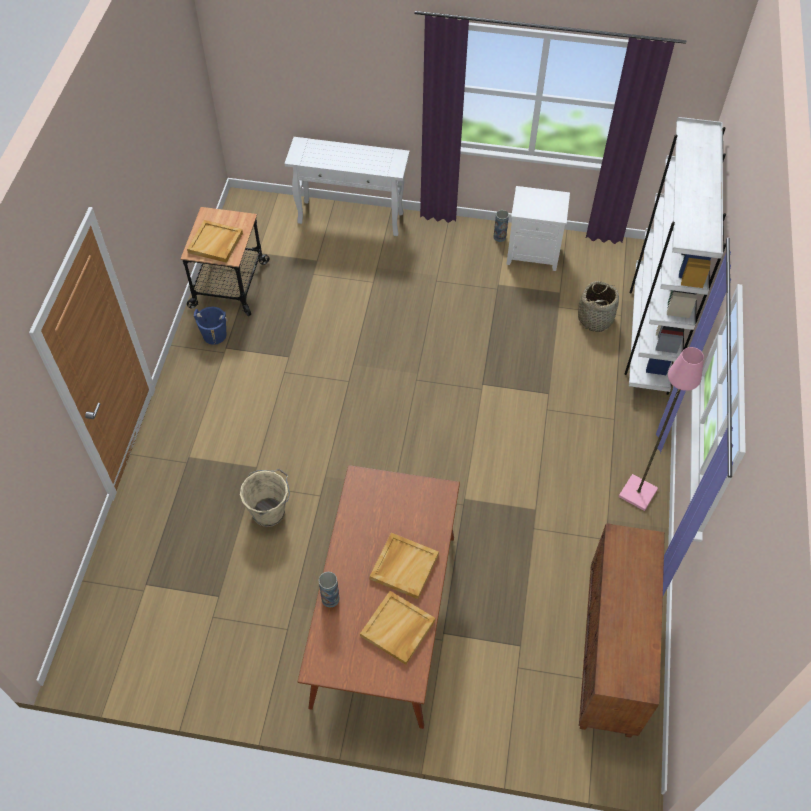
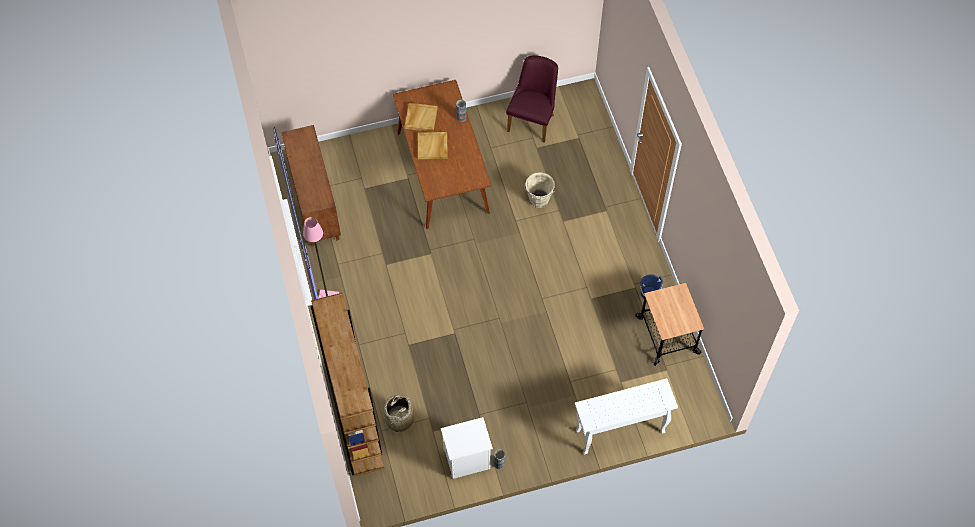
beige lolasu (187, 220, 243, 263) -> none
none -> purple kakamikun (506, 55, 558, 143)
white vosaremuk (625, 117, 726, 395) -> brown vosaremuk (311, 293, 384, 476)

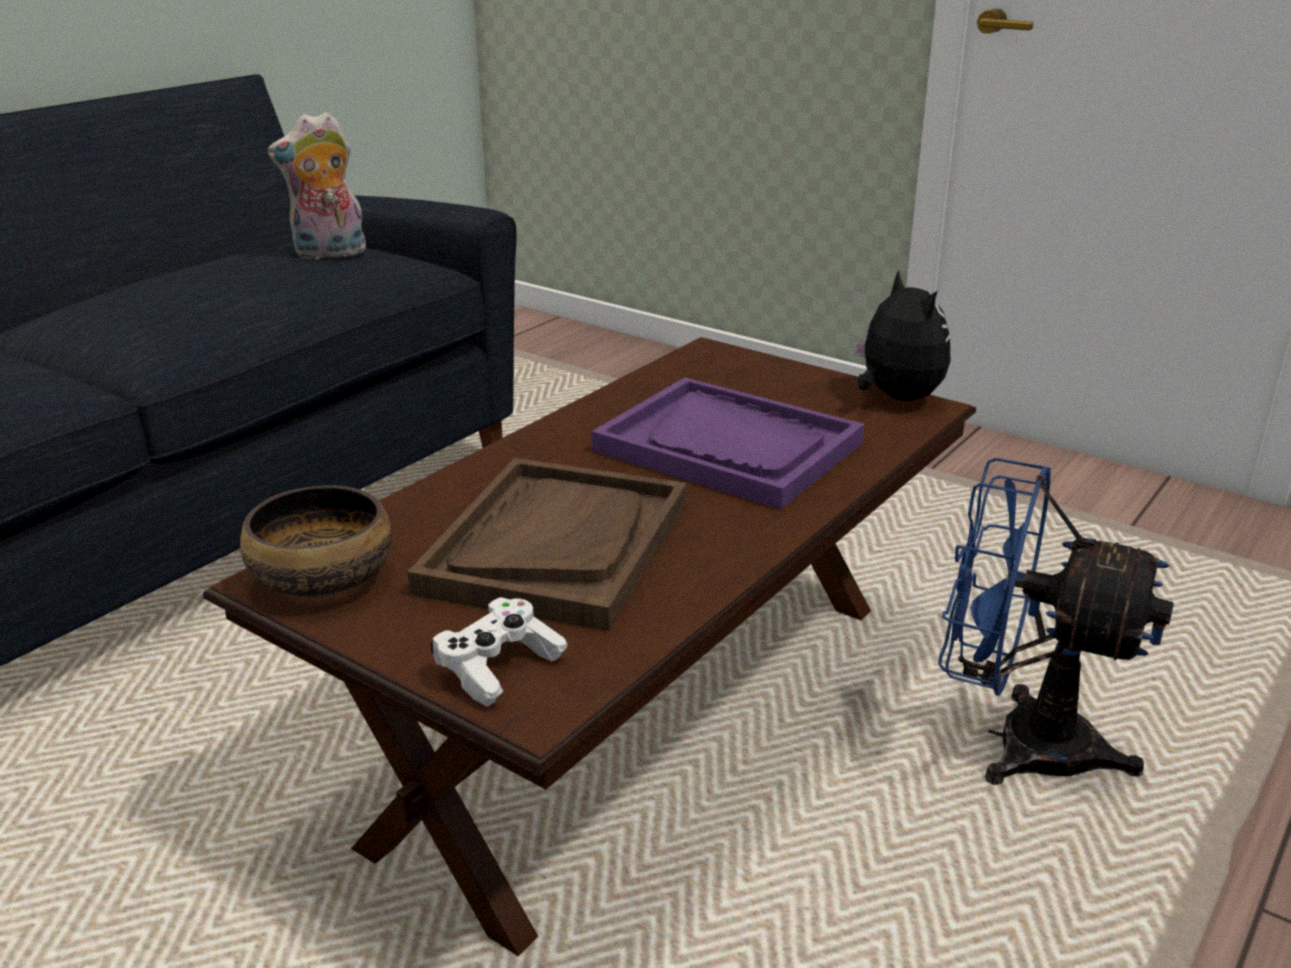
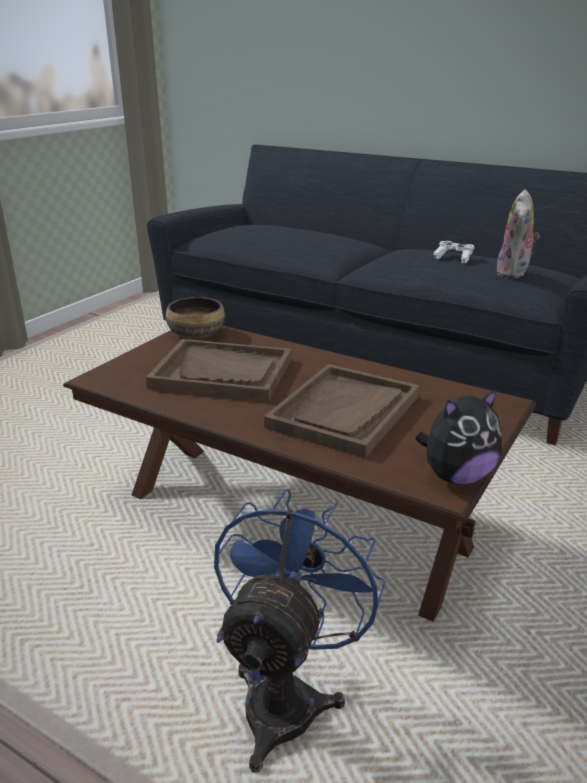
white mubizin (431, 597, 567, 707) -> white mubizin (433, 241, 474, 263), move
purple lolasu (592, 377, 864, 510) -> brown lolasu (264, 364, 419, 458)
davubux (267, 112, 366, 260) -> davubux (496, 190, 540, 278), 135 degrees counterclockwise

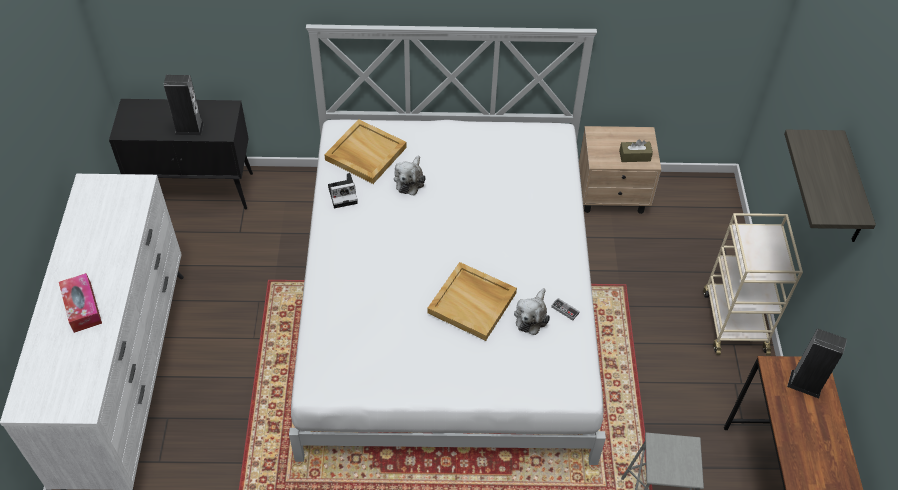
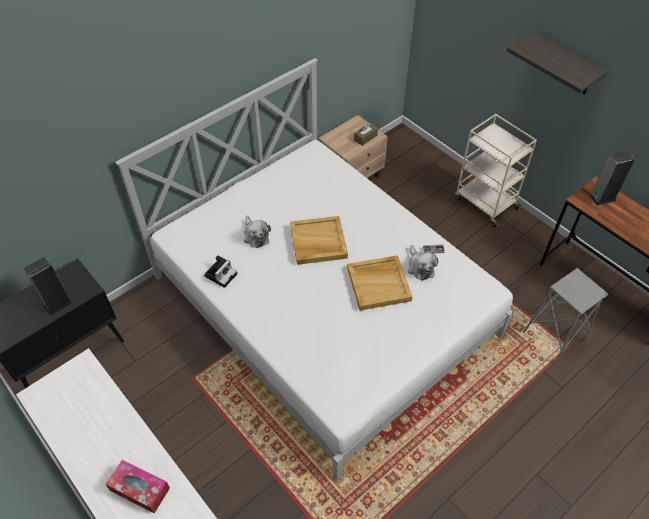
beige lolasu (324, 119, 407, 184) -> beige lolasu (290, 216, 348, 265), move

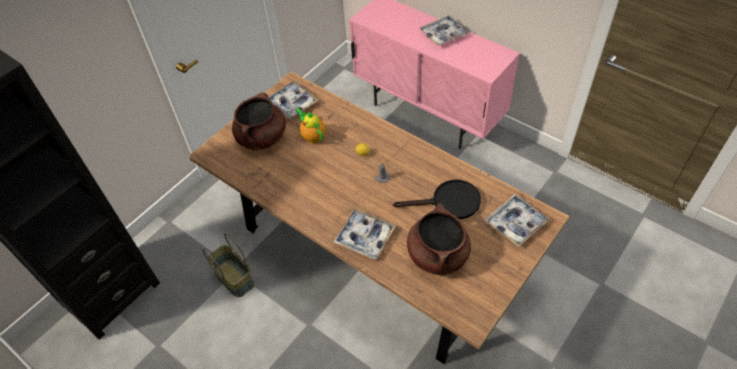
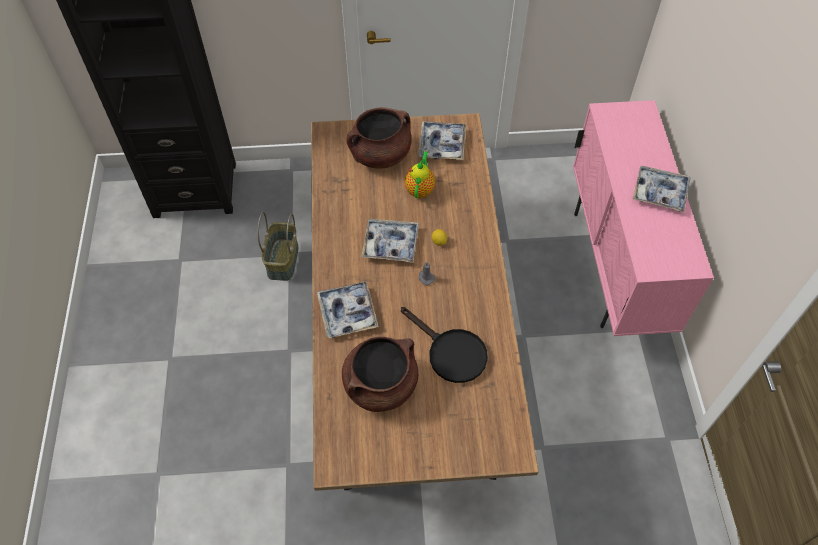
lolasu (485, 194, 550, 247) -> lolasu (361, 219, 419, 263), move

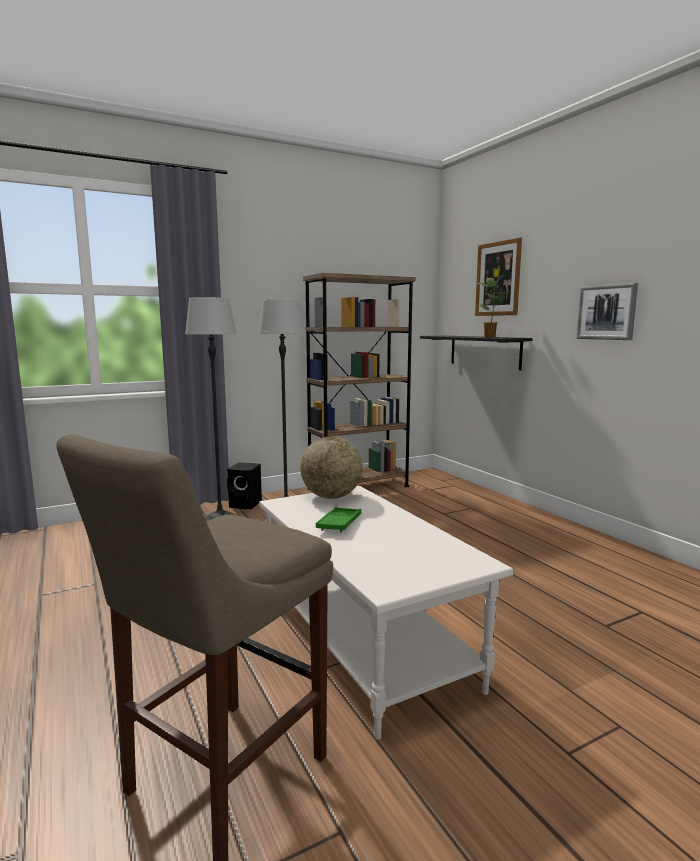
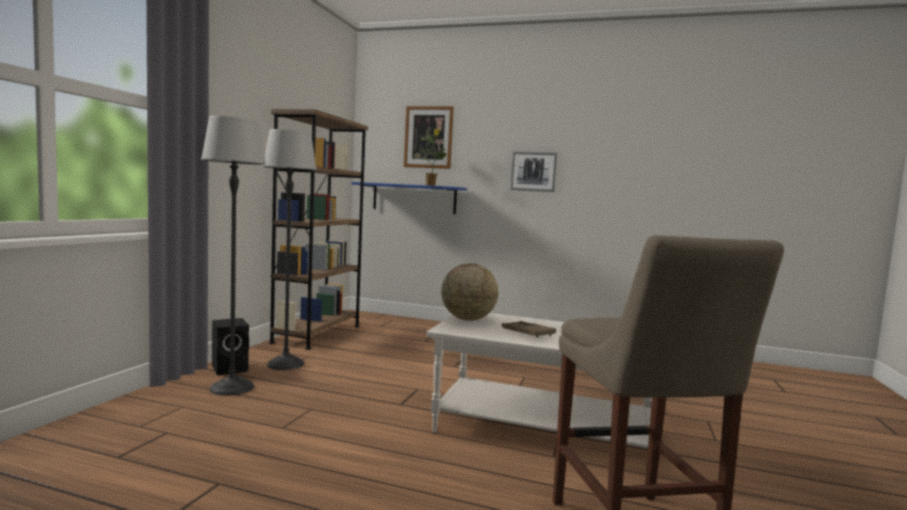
green lolasu (316, 507, 361, 532) -> brown lolasu (502, 321, 556, 338)
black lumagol (420, 336, 533, 370) -> blue lumagol (352, 182, 467, 214)

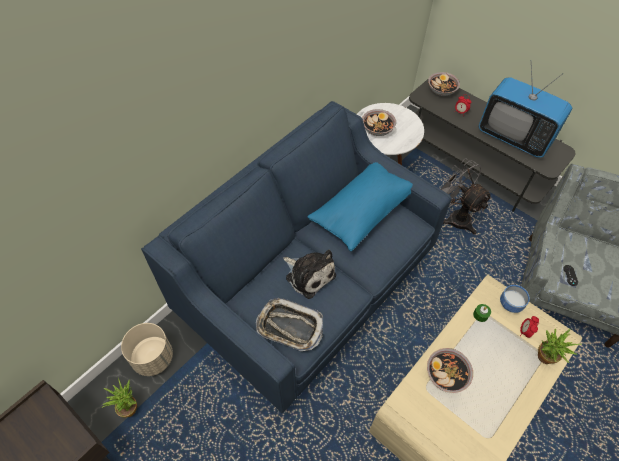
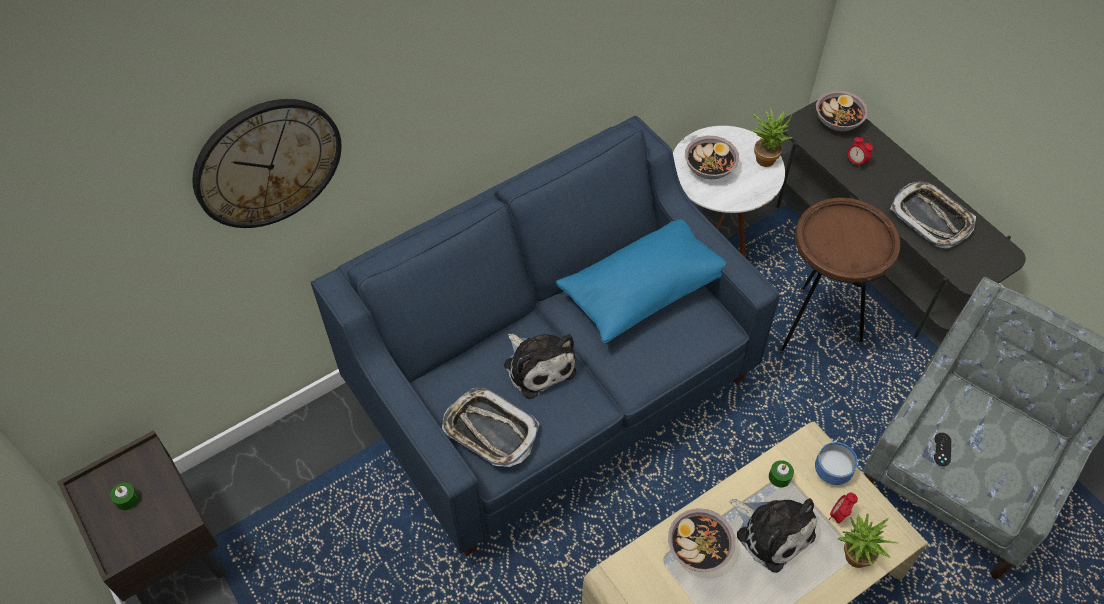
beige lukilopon (121, 323, 173, 376) -> none
none -> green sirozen (110, 482, 139, 510)
none -> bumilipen (192, 99, 342, 228)
none -> davubux (730, 498, 817, 573)
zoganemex (102, 378, 137, 418) -> zoganemex (750, 106, 792, 167), move
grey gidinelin (439, 159, 492, 234) -> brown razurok (779, 198, 900, 353)
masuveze (479, 60, 572, 158) -> lolasu (890, 181, 976, 249)

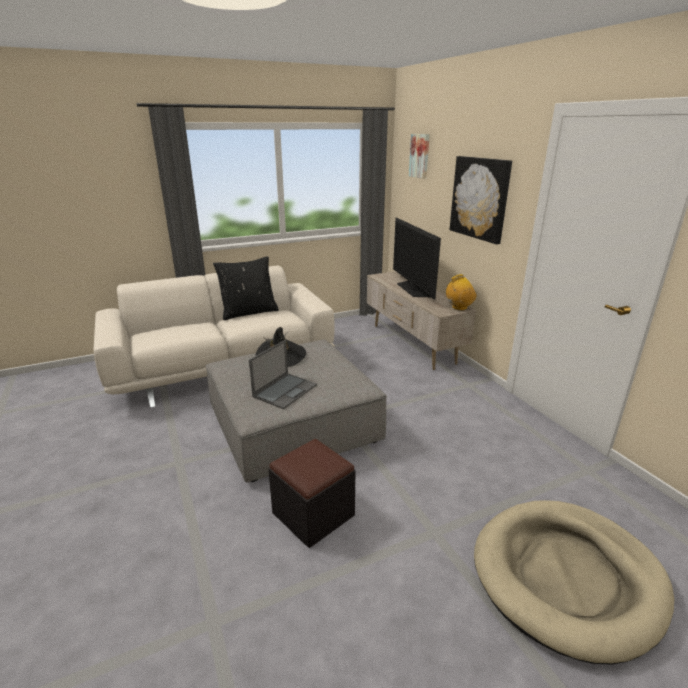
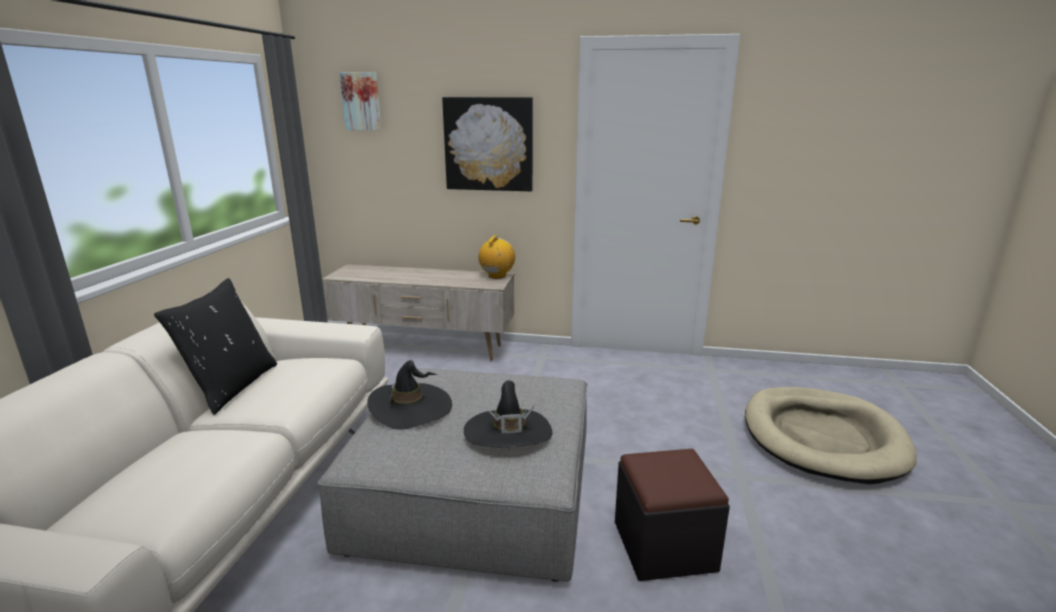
masuveze (393, 218, 441, 300) -> none
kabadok (249, 340, 317, 409) -> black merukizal (464, 380, 553, 448)

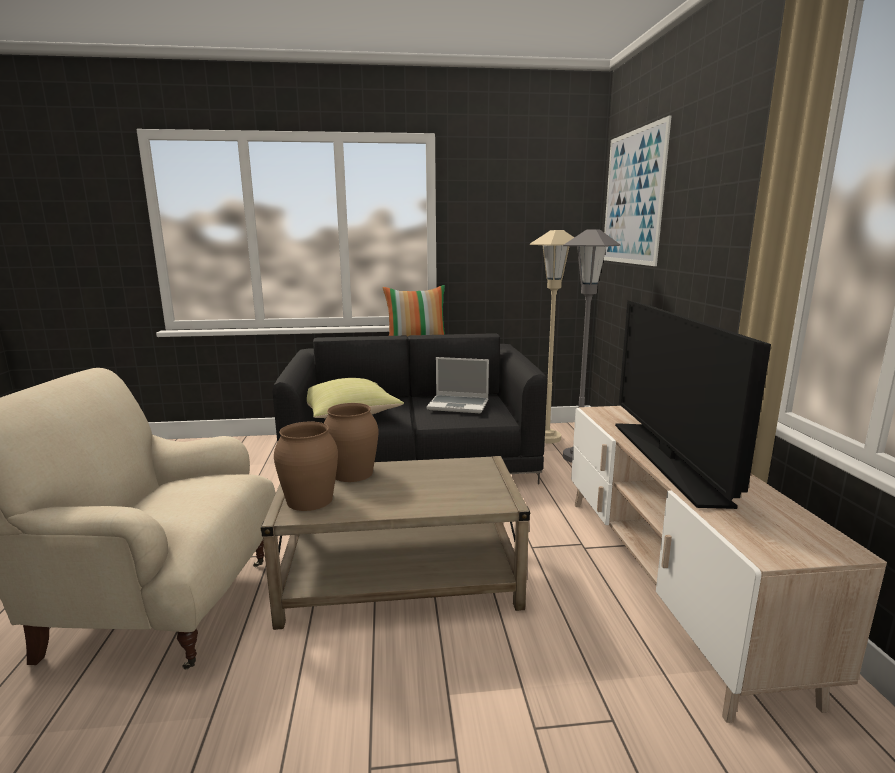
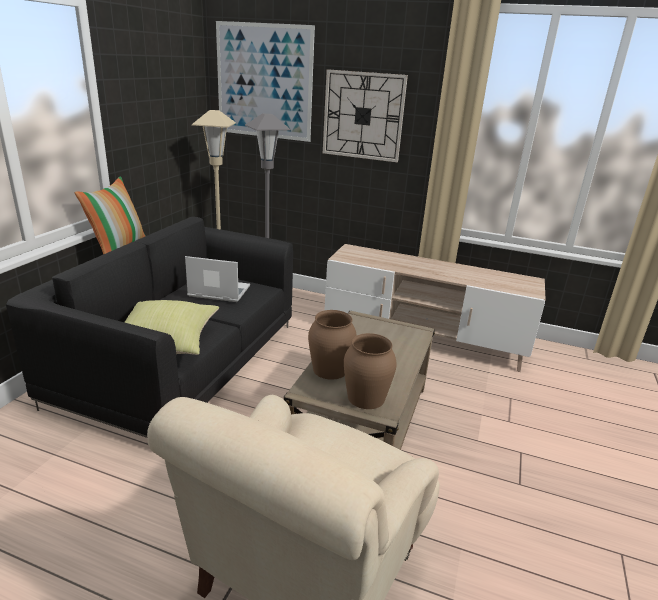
masuveze (615, 300, 771, 509) -> none
none -> bumilipen (323, 69, 408, 162)
kabadok (426, 357, 489, 413) -> kabadok (185, 256, 250, 302), 120 degrees counterclockwise

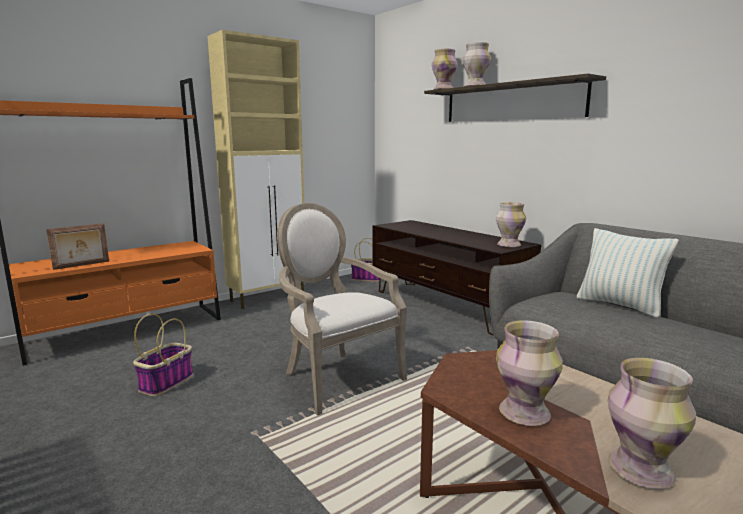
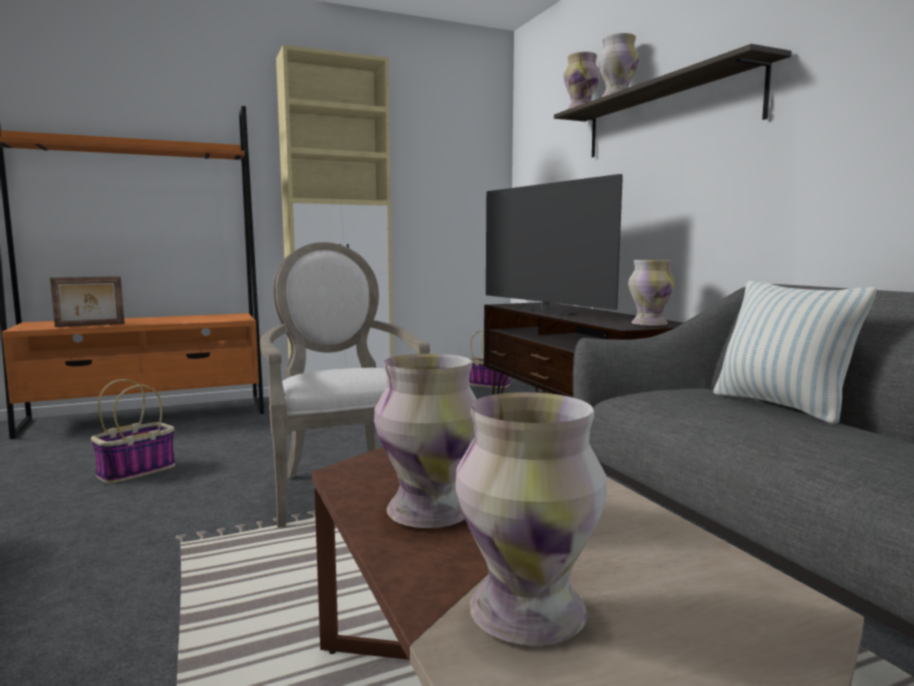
none -> masuveze (486, 174, 623, 315)

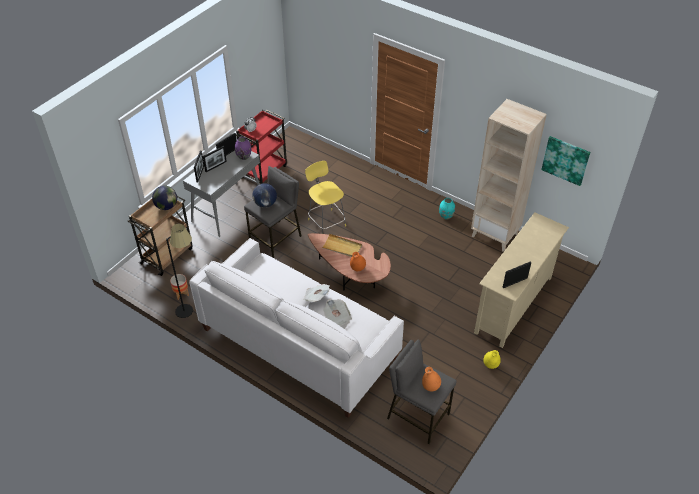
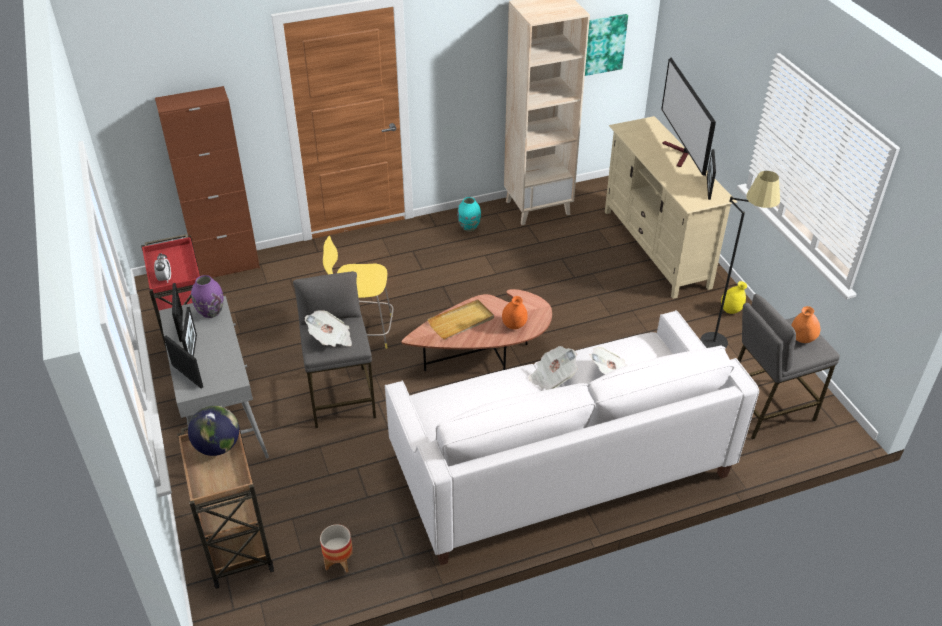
none -> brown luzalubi (155, 86, 260, 278)
none -> masuveze (661, 58, 716, 176)
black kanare (166, 224, 193, 318) -> black kanare (701, 171, 780, 348), move
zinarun (252, 183, 277, 208) -> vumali (305, 310, 352, 347)

